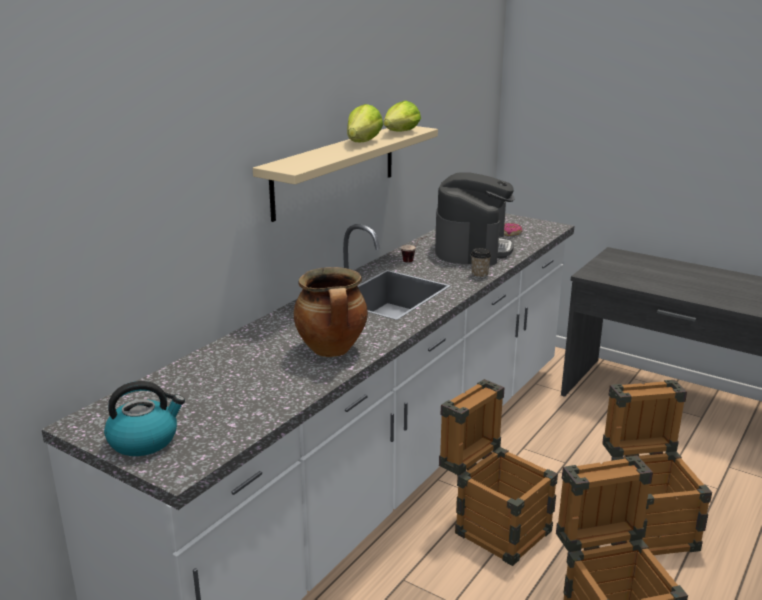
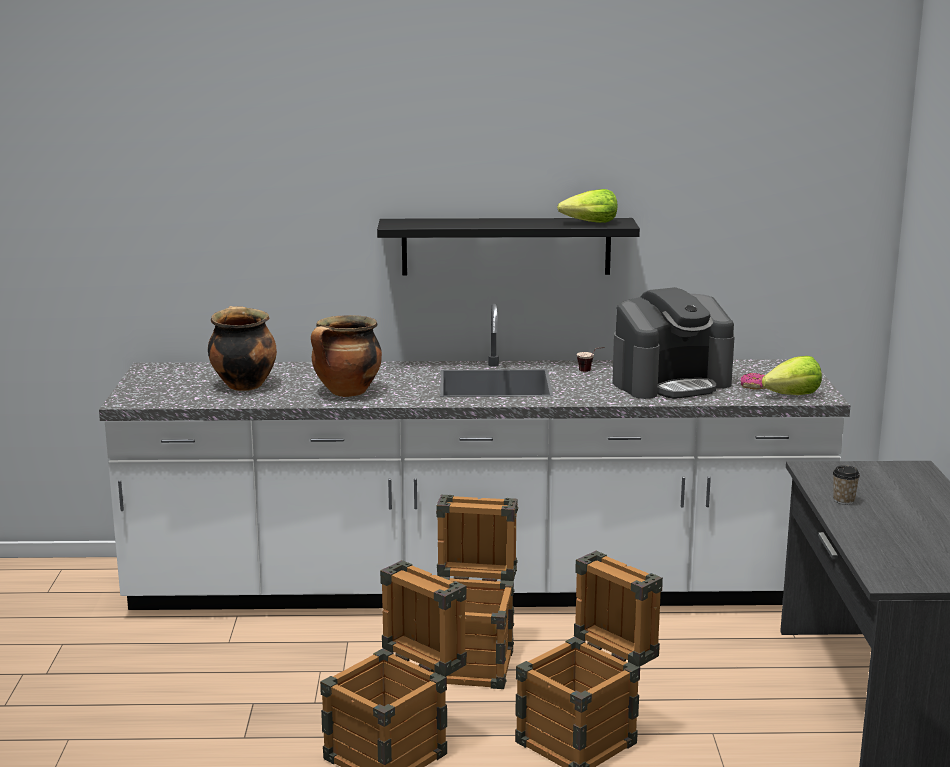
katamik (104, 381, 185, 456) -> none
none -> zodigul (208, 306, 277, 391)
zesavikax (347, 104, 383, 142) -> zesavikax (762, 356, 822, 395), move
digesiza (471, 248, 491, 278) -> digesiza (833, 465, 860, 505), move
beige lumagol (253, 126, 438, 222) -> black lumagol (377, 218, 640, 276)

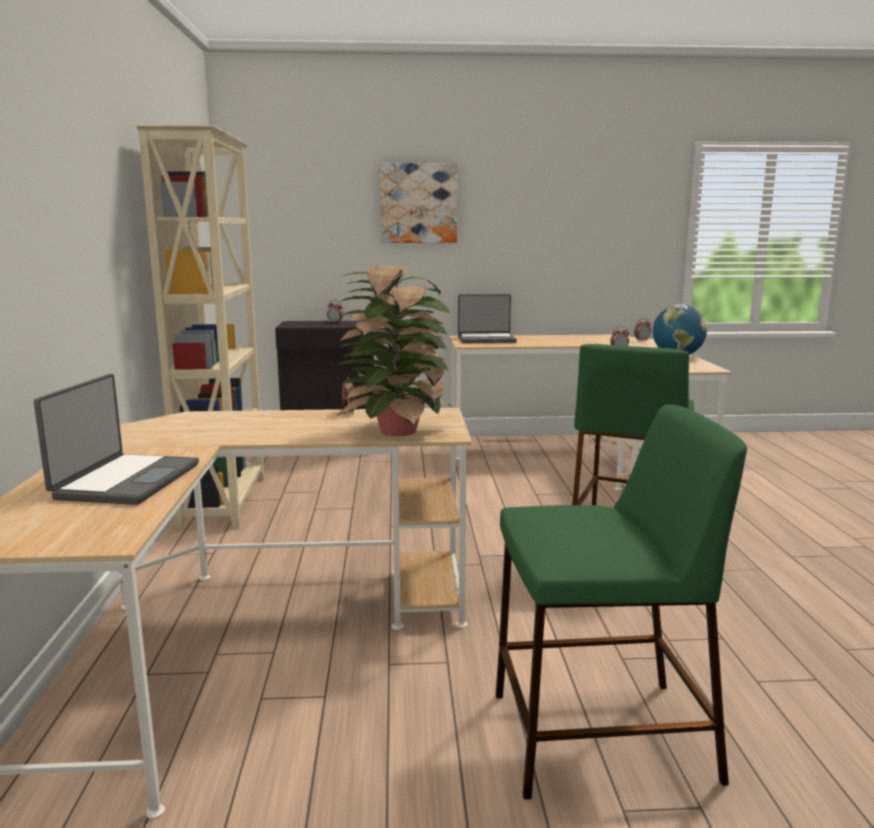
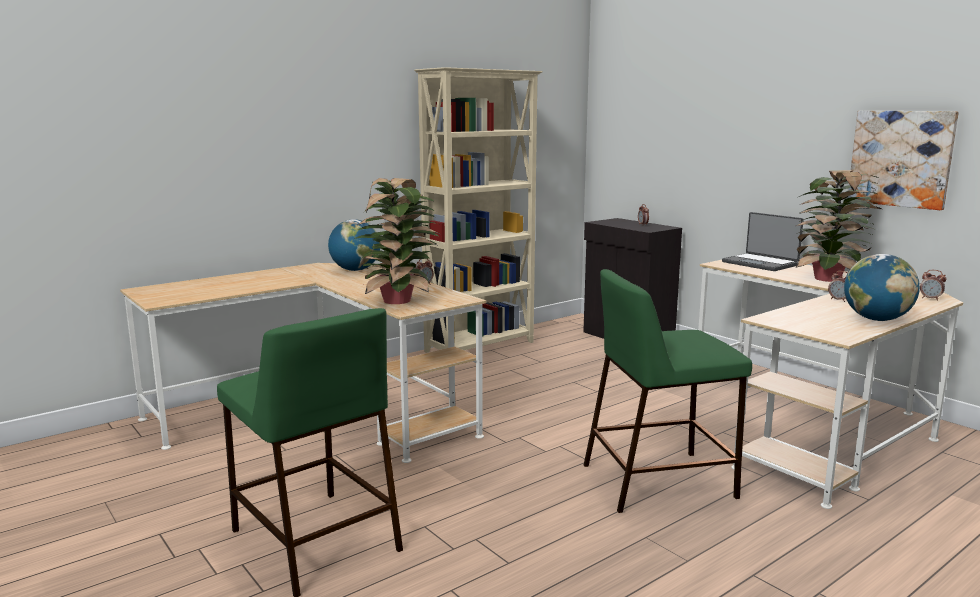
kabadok (34, 374, 199, 505) -> none
none -> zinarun (328, 219, 380, 271)
none -> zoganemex (795, 170, 882, 282)
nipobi (380, 163, 458, 243) -> nipobi (847, 111, 959, 210), move

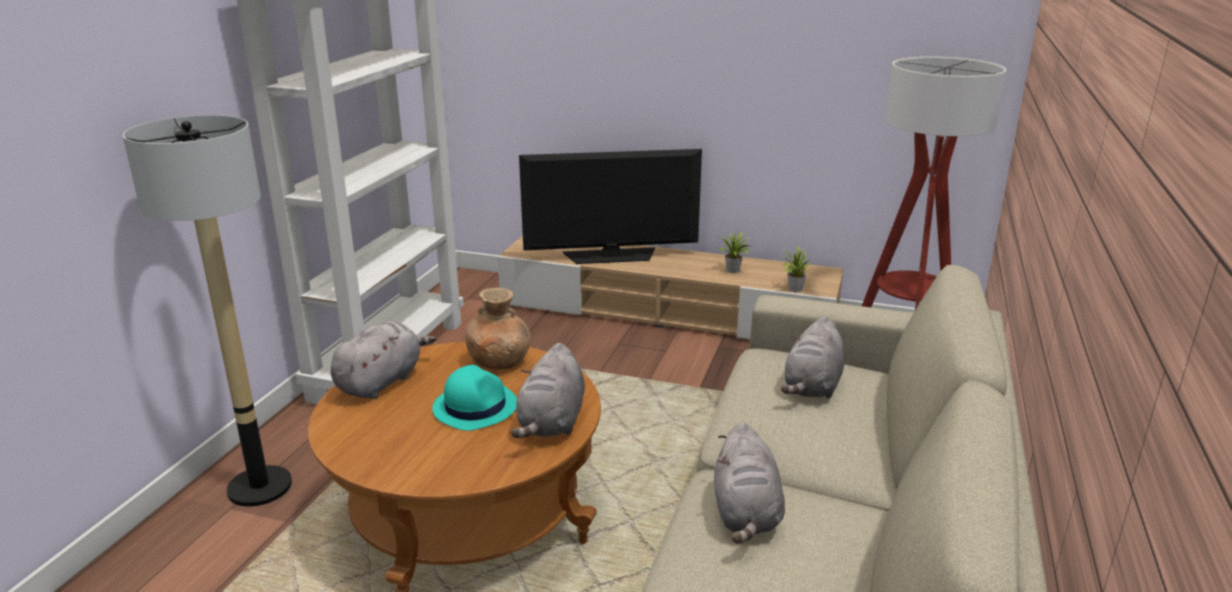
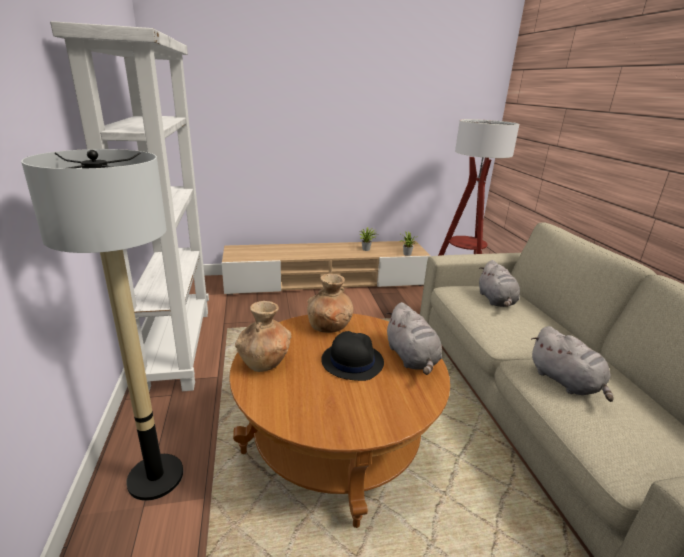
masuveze (519, 149, 702, 264) -> none
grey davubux (331, 321, 436, 399) -> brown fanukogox (235, 301, 291, 372)
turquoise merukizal (432, 365, 517, 431) -> black merukizal (321, 331, 384, 381)

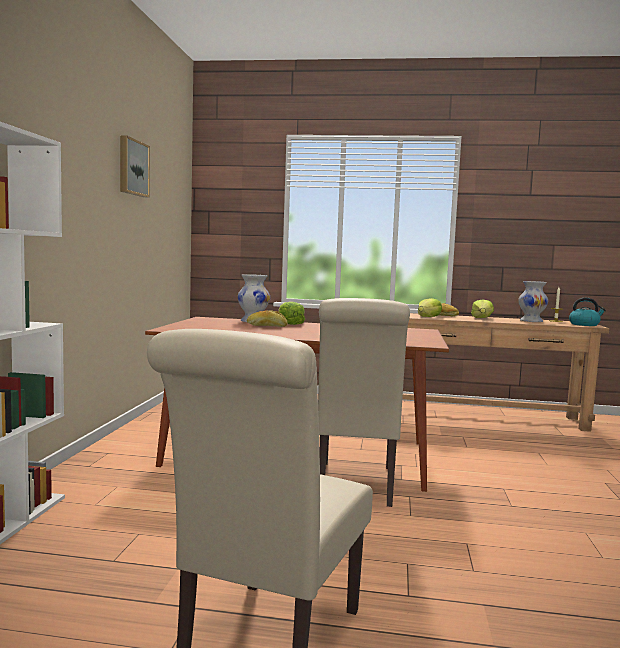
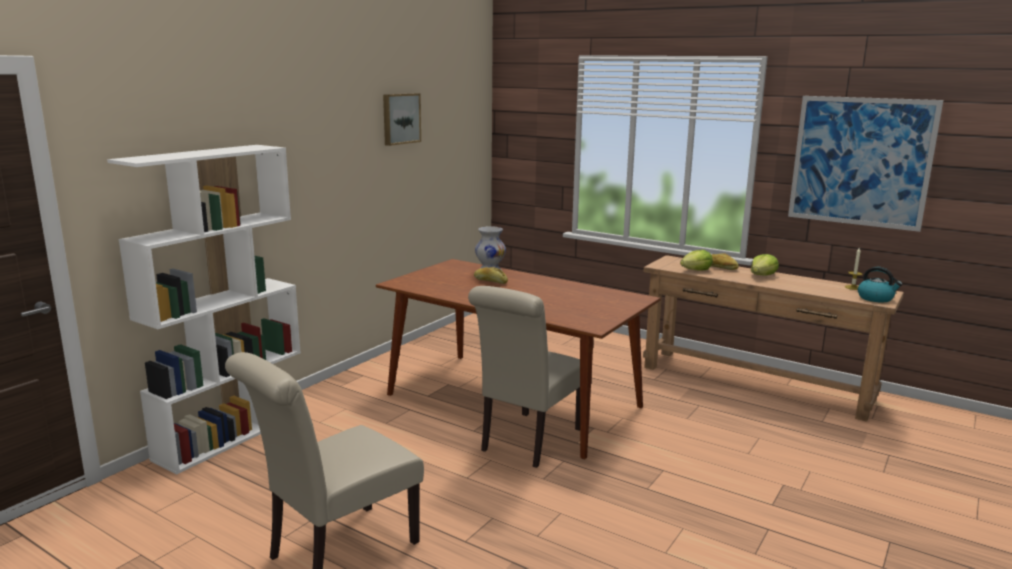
zesavikax (278, 302, 305, 325) -> none
white fanukogox (518, 281, 548, 322) -> none
none -> nipobi (788, 96, 943, 232)

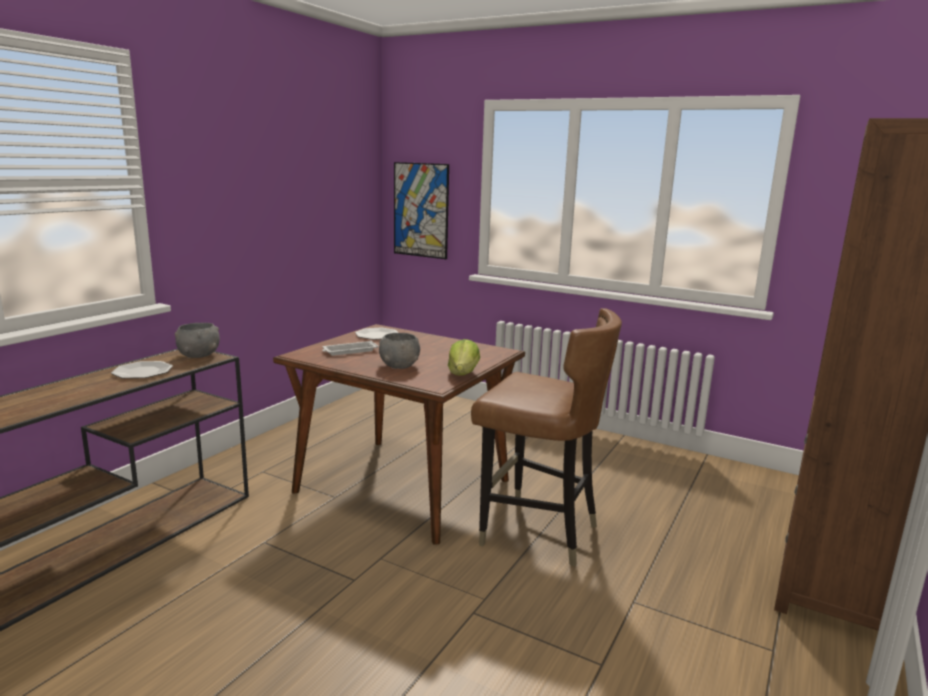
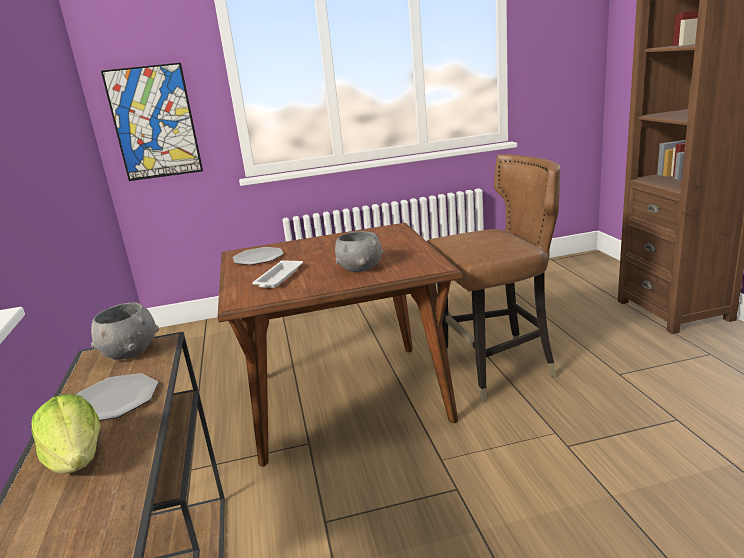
zesavikax (448, 339, 480, 375) -> zesavikax (31, 394, 100, 473), move

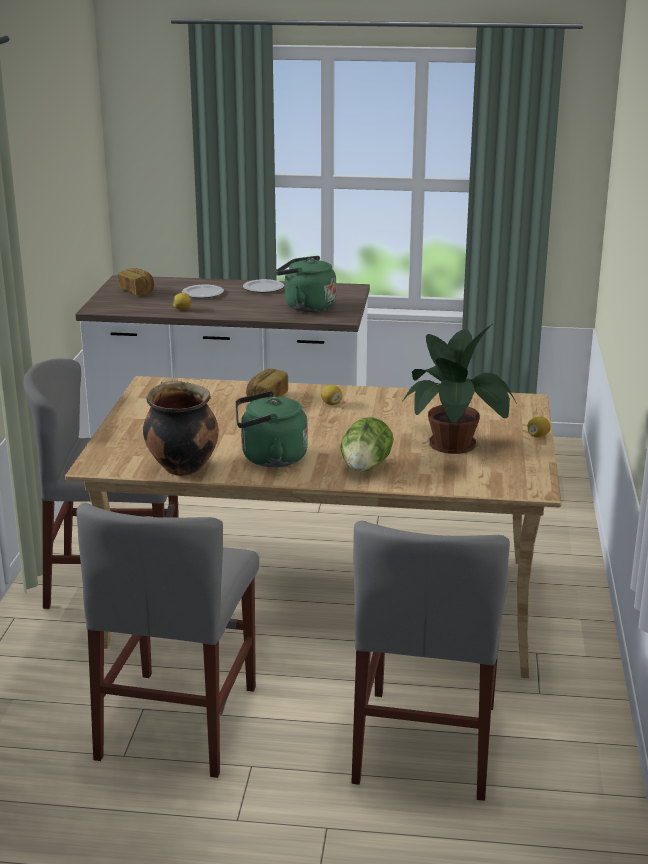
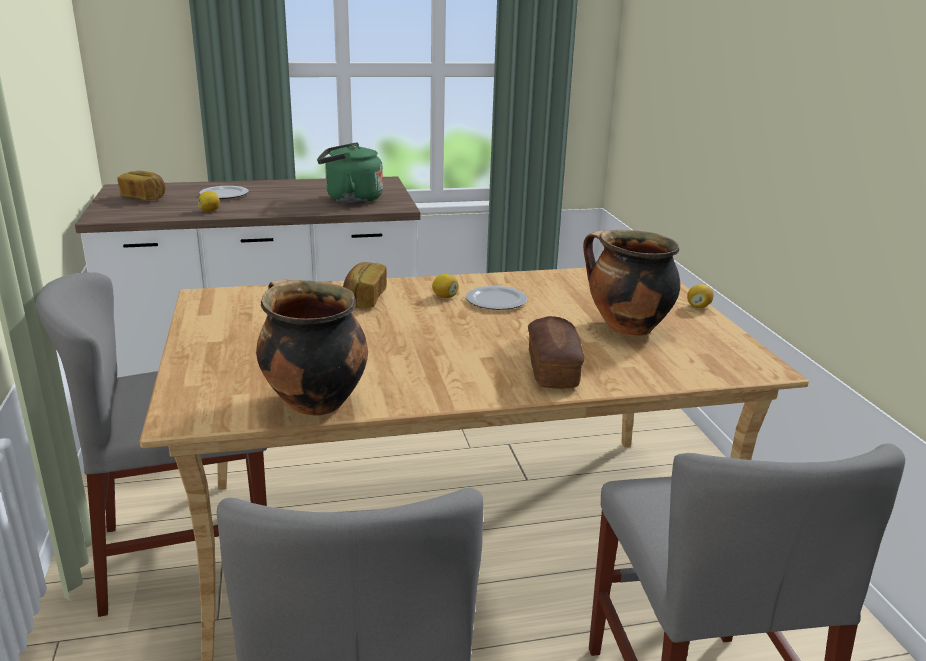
green katamik (235, 391, 308, 467) -> none
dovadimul (243, 279, 284, 293) -> dovadimul (466, 286, 527, 310), move
zesavikax (340, 417, 394, 472) -> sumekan (528, 316, 584, 388)
zoganemex (402, 325, 517, 454) -> zodigul (583, 230, 681, 336)

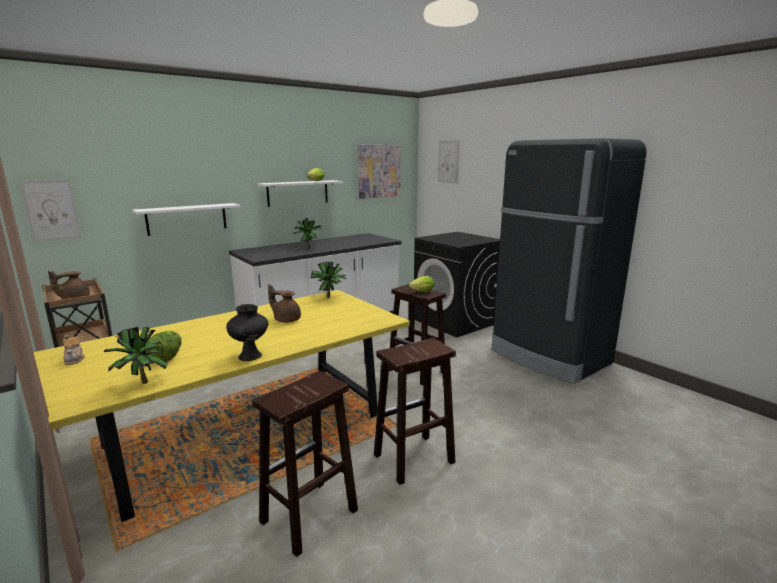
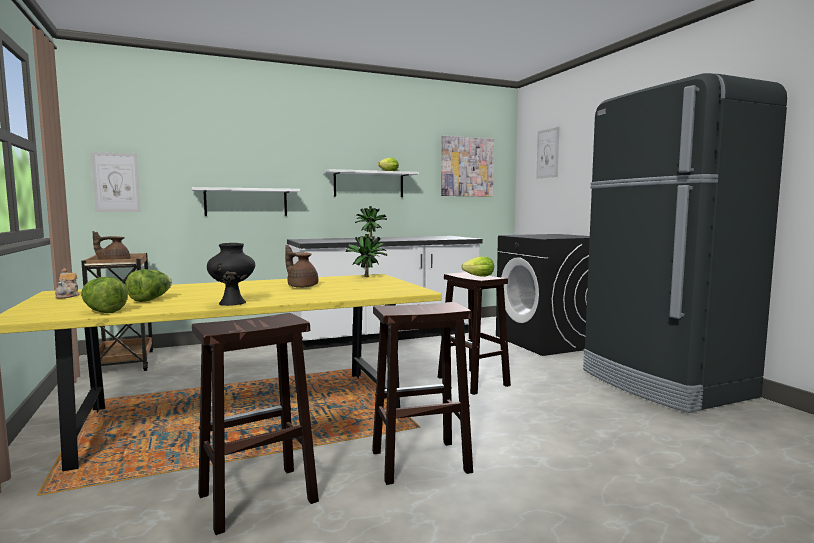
zoganemex (104, 327, 168, 384) -> zesavikax (81, 277, 128, 313)

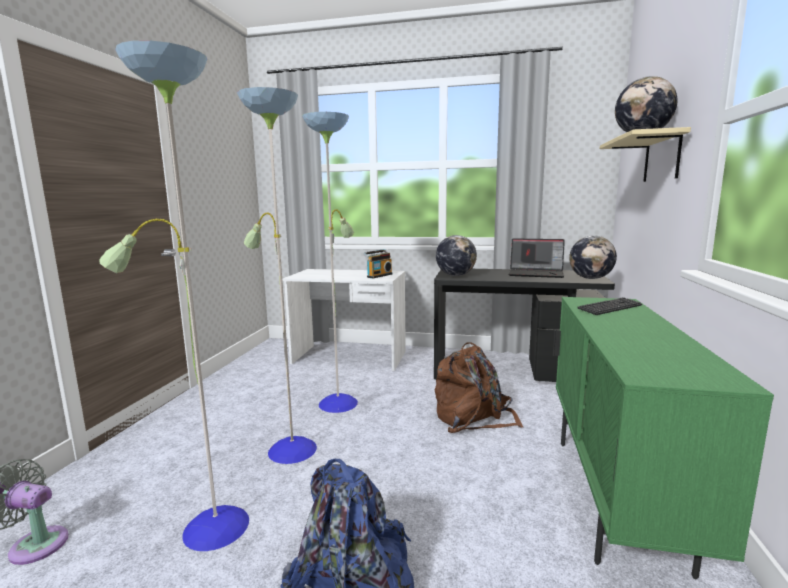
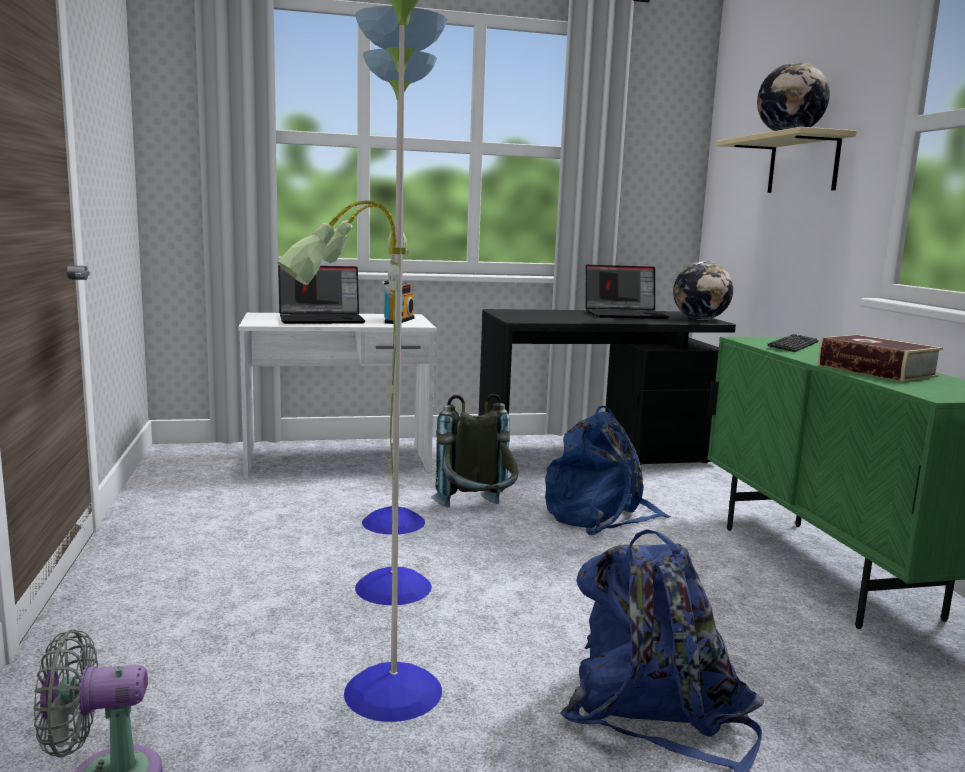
zinarun (436, 235, 477, 276) -> none
none -> kabadok (278, 265, 365, 324)
none -> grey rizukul (431, 394, 518, 507)
none -> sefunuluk (818, 334, 943, 382)
brown rizukul (435, 342, 523, 433) -> blue rizukul (545, 406, 671, 535)

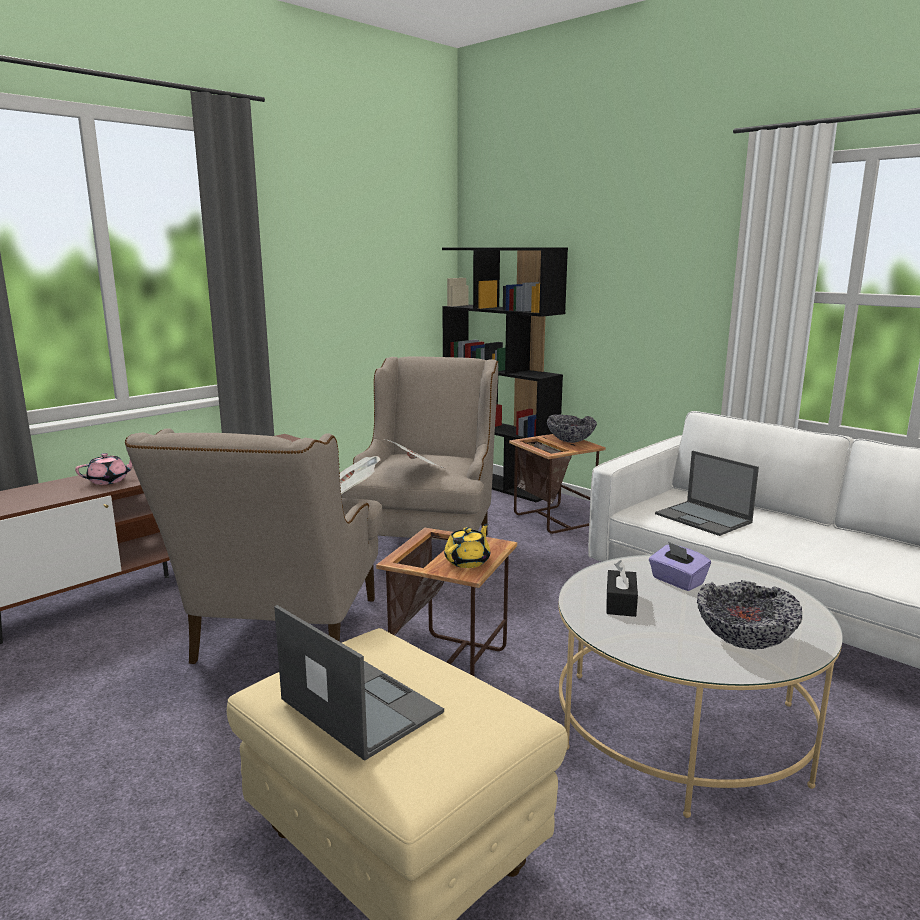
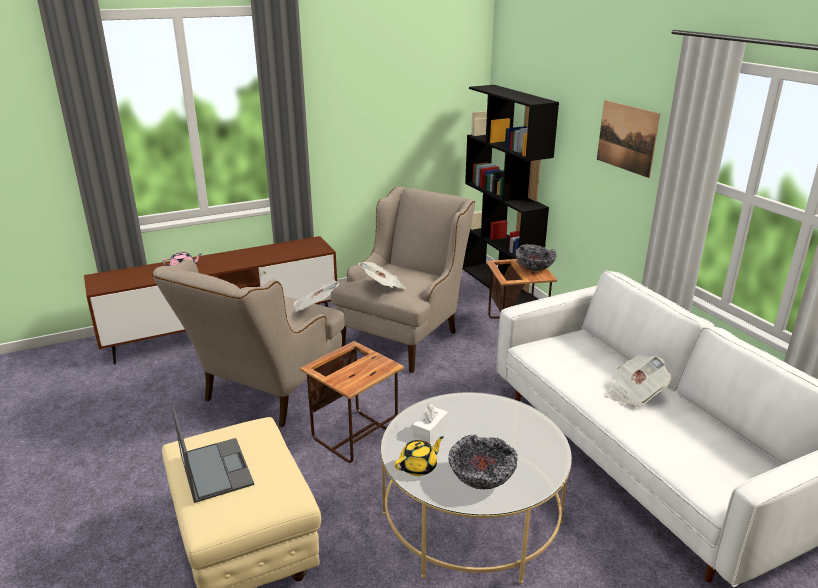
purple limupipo (649, 542, 711, 591) -> none
kabadok (655, 451, 759, 536) -> none
none -> nipobi (597, 100, 660, 178)
none -> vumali (606, 355, 671, 407)
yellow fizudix (444, 524, 490, 568) -> yellow fizudix (394, 436, 444, 476), move
black limupipo (606, 560, 638, 617) -> white limupipo (413, 404, 448, 444)

